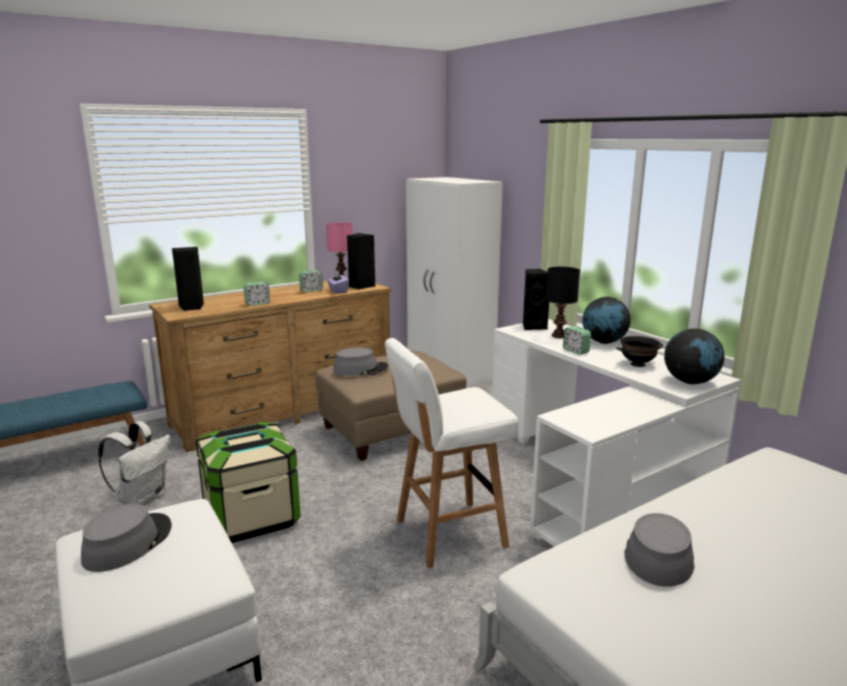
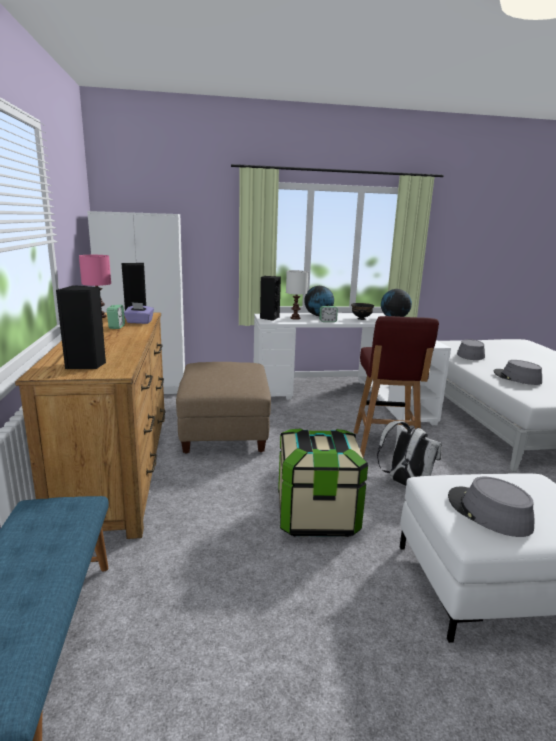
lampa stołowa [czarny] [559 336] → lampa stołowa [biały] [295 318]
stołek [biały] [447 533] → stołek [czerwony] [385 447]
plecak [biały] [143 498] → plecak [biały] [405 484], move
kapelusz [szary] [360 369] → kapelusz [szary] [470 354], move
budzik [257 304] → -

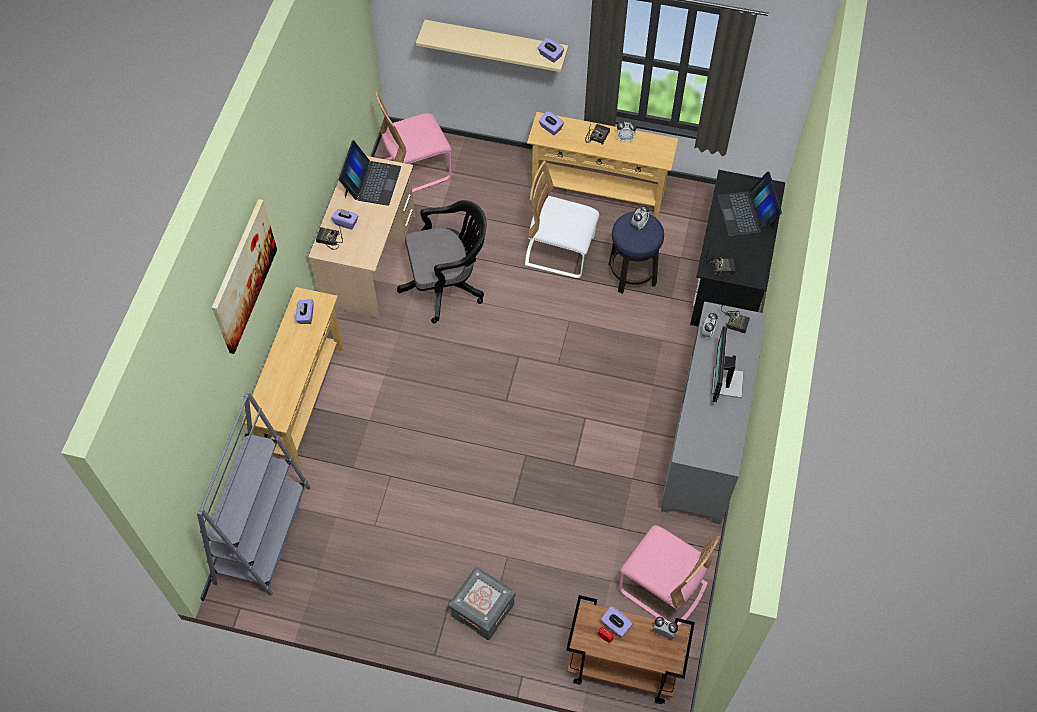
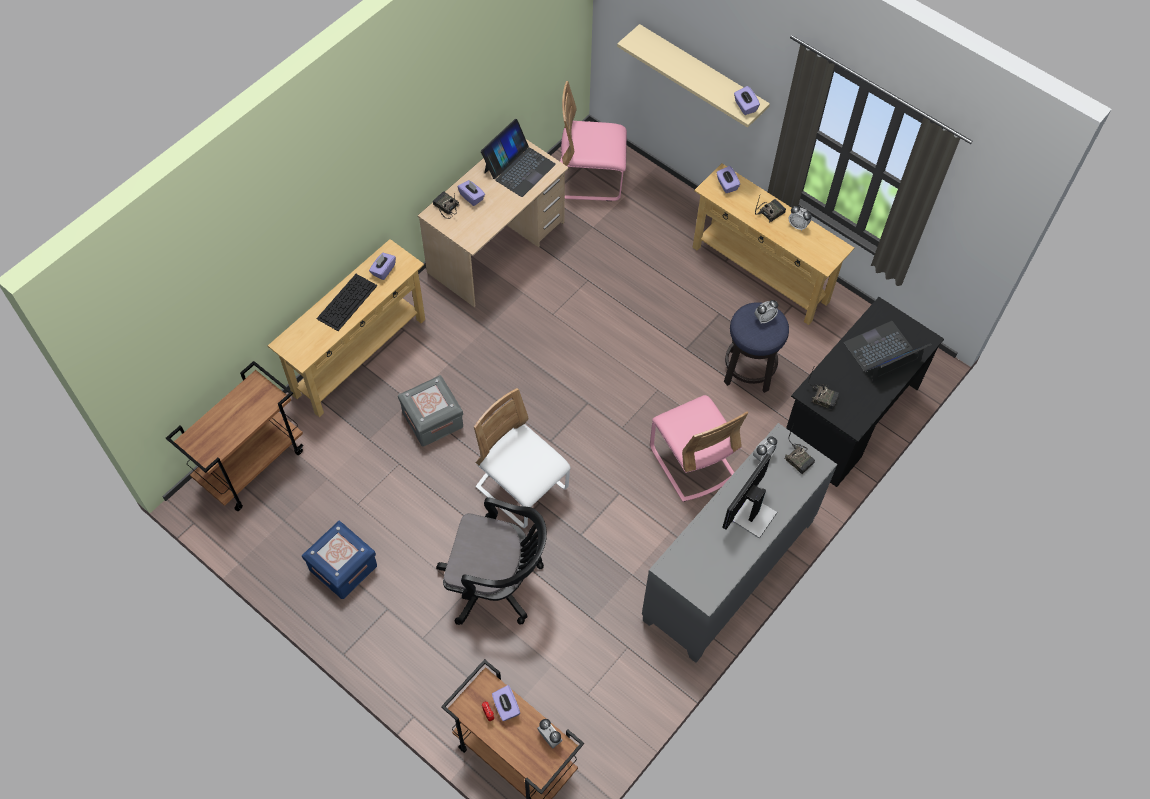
regał [szary] [263 534] → wózek [brązowy] [252 464]
- → pojemnik do przechowywania [niebieski] [343 567]
- → klawiatura [347 301]
pojemnik do przechowywania [szary] [482 609] → pojemnik do przechowywania [szary] [432 420], move
krzesło biurowe [czarny] [447 285] → krzesło biurowe [czarny] [496 583], move
krzesło [biały] [560 252] → krzesło [biały] [522 488], move
krzesło [różowy] [662 587] → krzesło [różowy] [692 462], move
laptop [746 212] → laptop [883 352], 45 degrees clockwise
obraz [243 276] → -

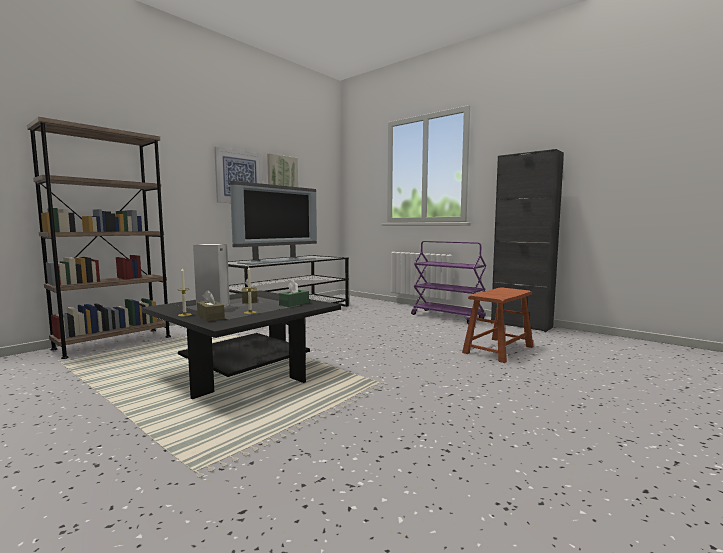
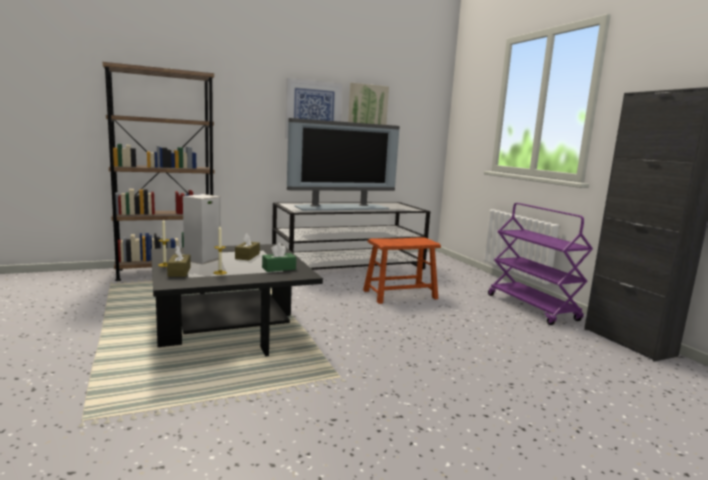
stołek [brązowy] [498 350] → stołek [brązowy] [400 294], move

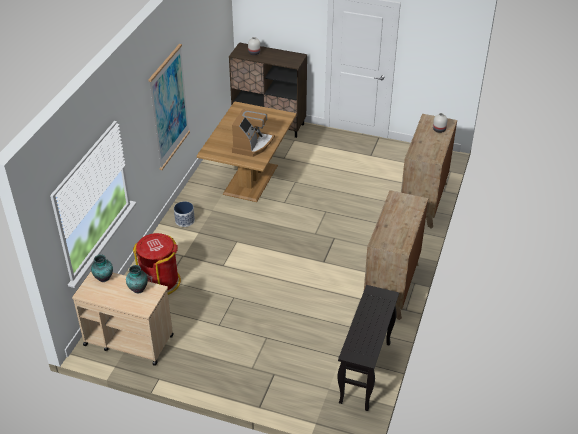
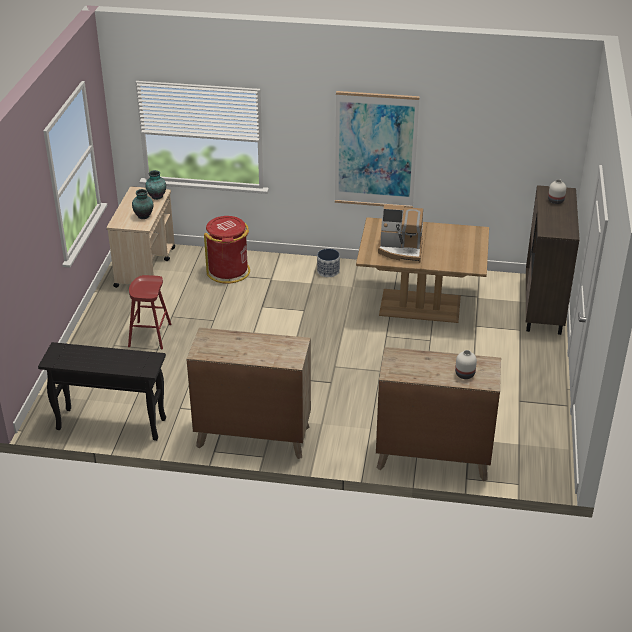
- → stołek [czerwony] [150 335]

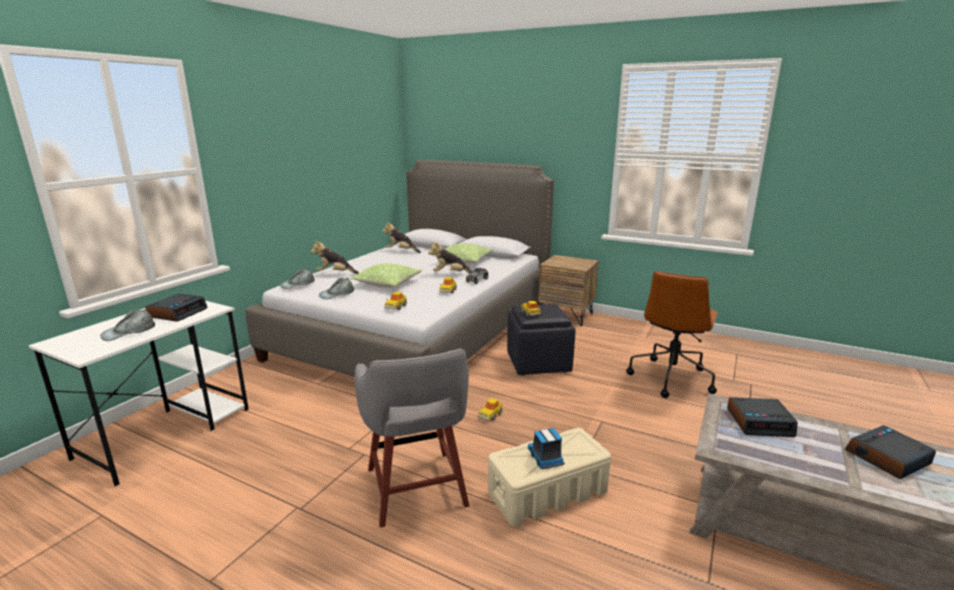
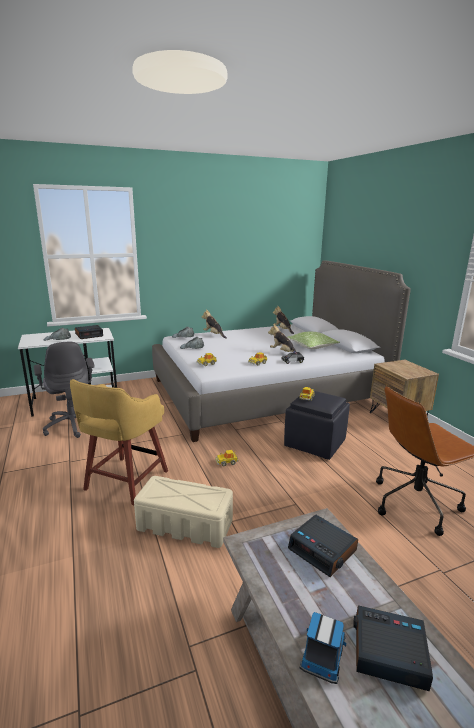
- → krzesło biurowe [szary] [73 425]
stołek [szary] [416 490] → stołek [żółty] [125 481]
ciężarówka zabawkowa [545 458] → ciężarówka zabawkowa [322 656], move
poduszka [387 283] → -

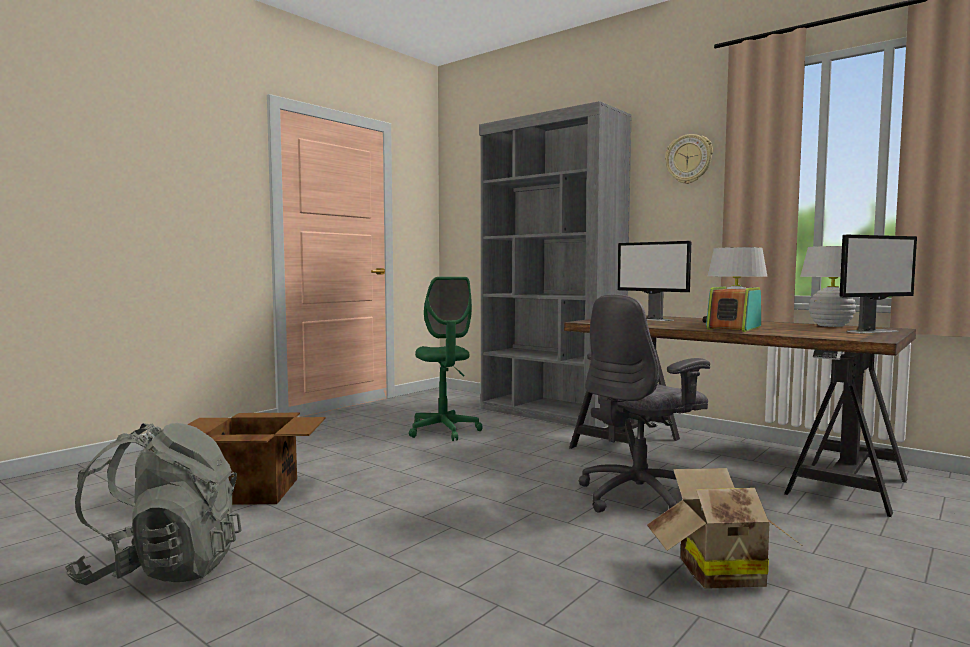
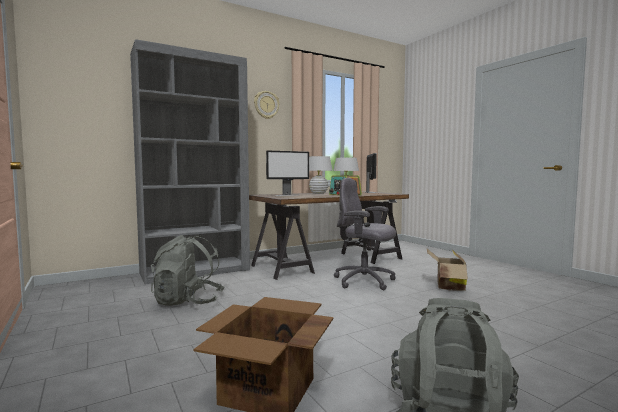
krzesło biurowe [zielony] [444 431] → plecak [szary] [188 302]
krzesło biurowe [szary] [640 497] → krzesło biurowe [szary] [364 281], 135 degrees clockwise

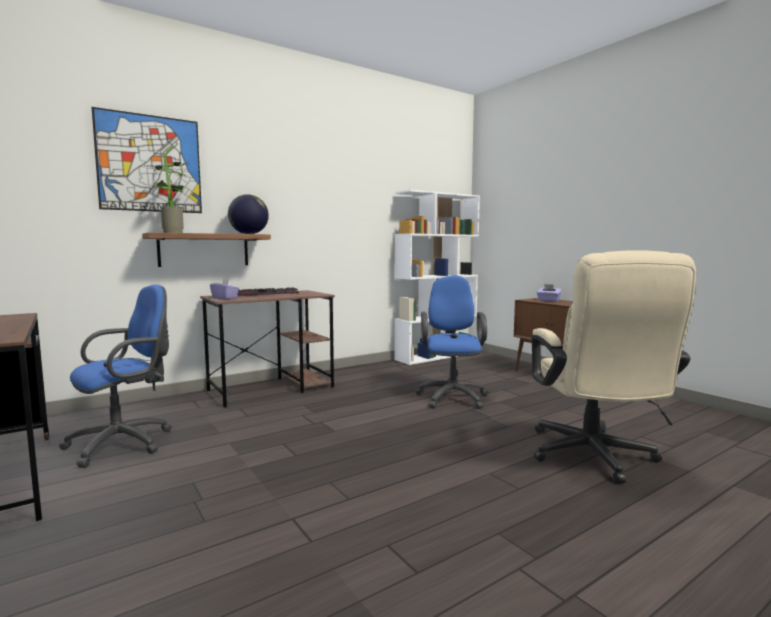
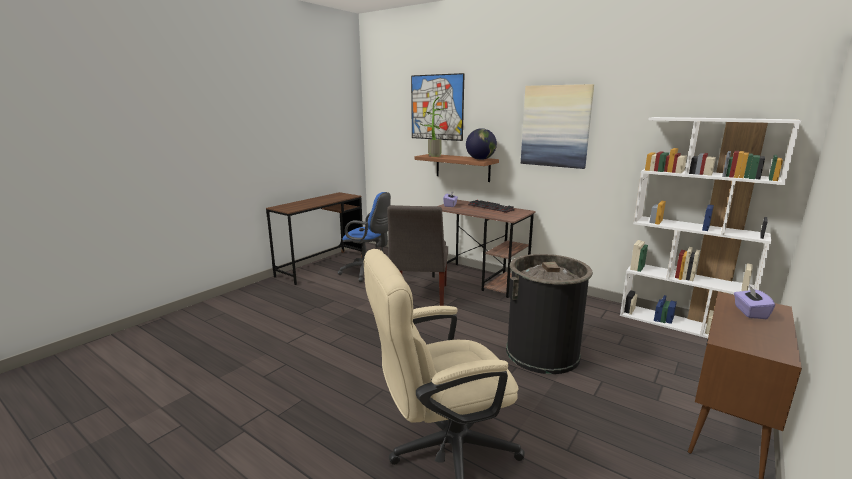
- → krzesło [szary] [418 297]
krzesło biurowe [niebieski] [452 396] → kosz na śmieci [czarny] [542 353]
- → obraz [555 126]

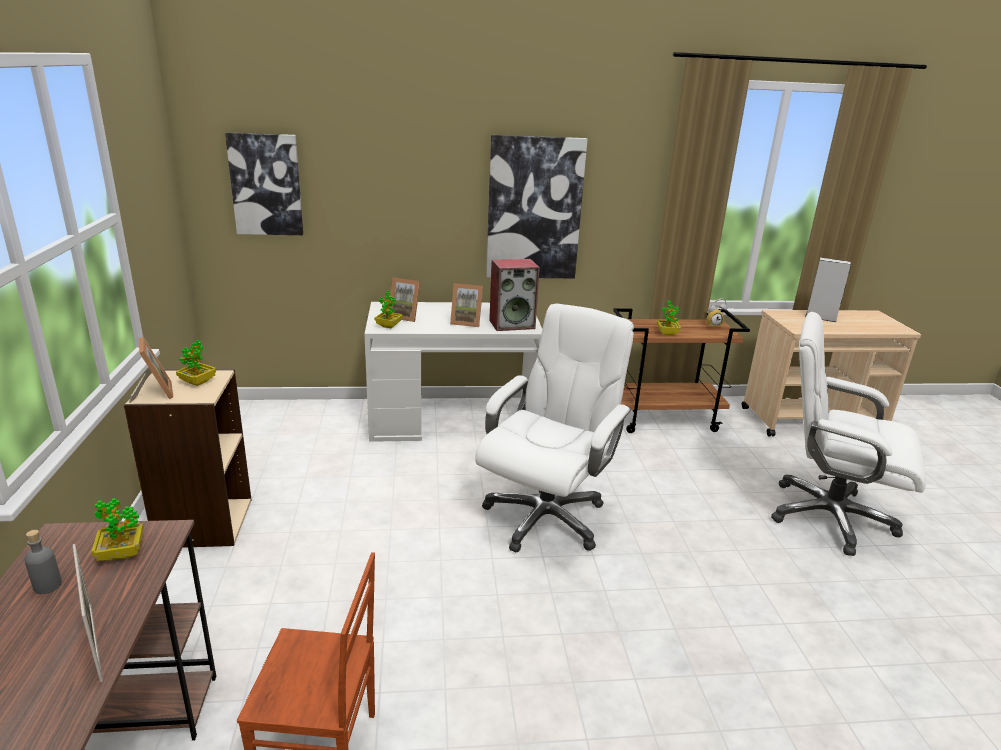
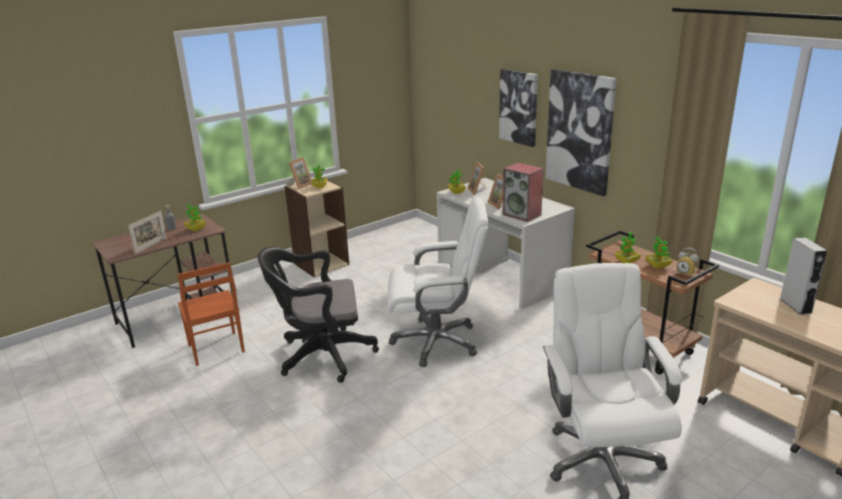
- → krzesło biurowe [czarny] [321 356]
obraz [266 185] → obraz [519 107], move
- → roślina doniczkowa [657 266]

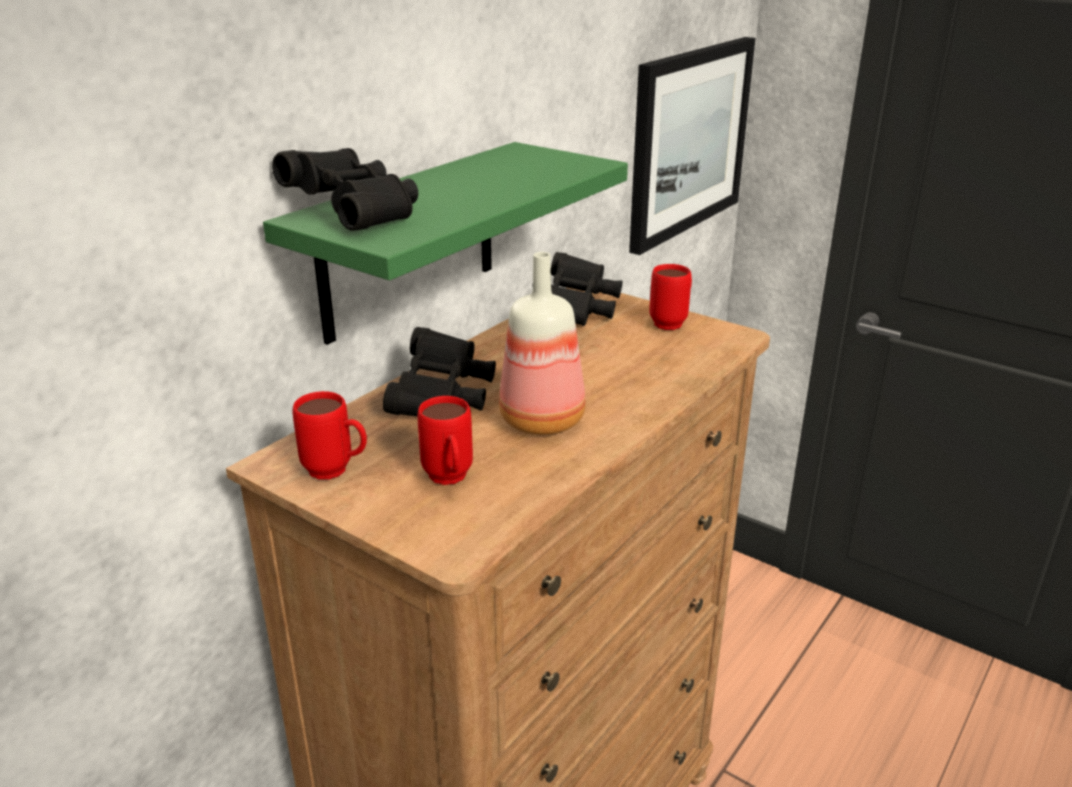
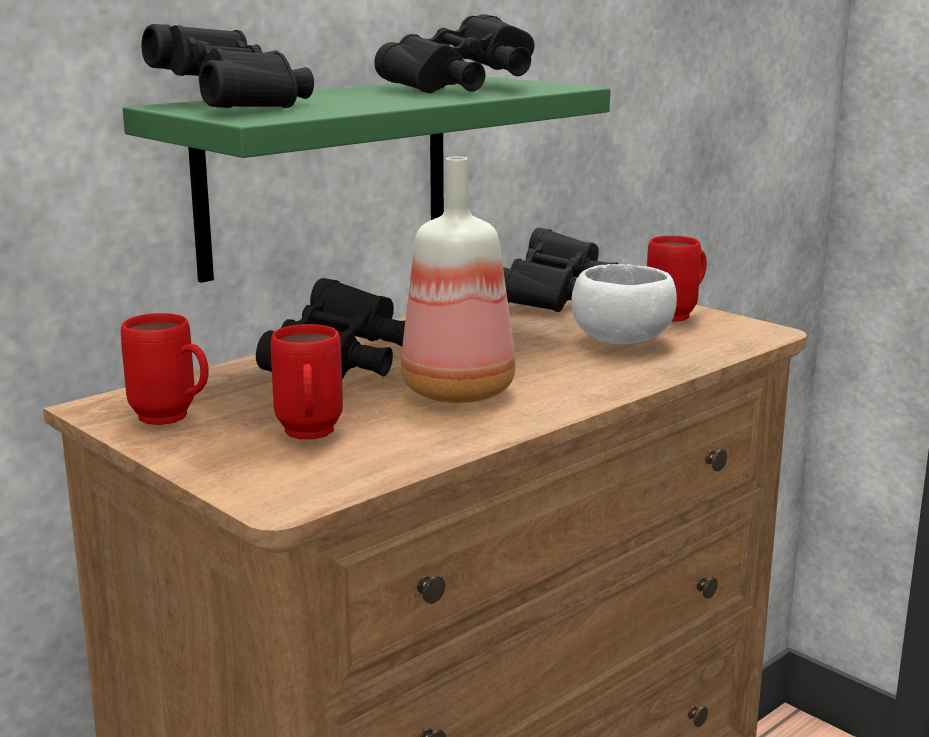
- → lornetka [czarny] [462 88]
- → miska [biały] [624 341]
obraz [689 140] → -

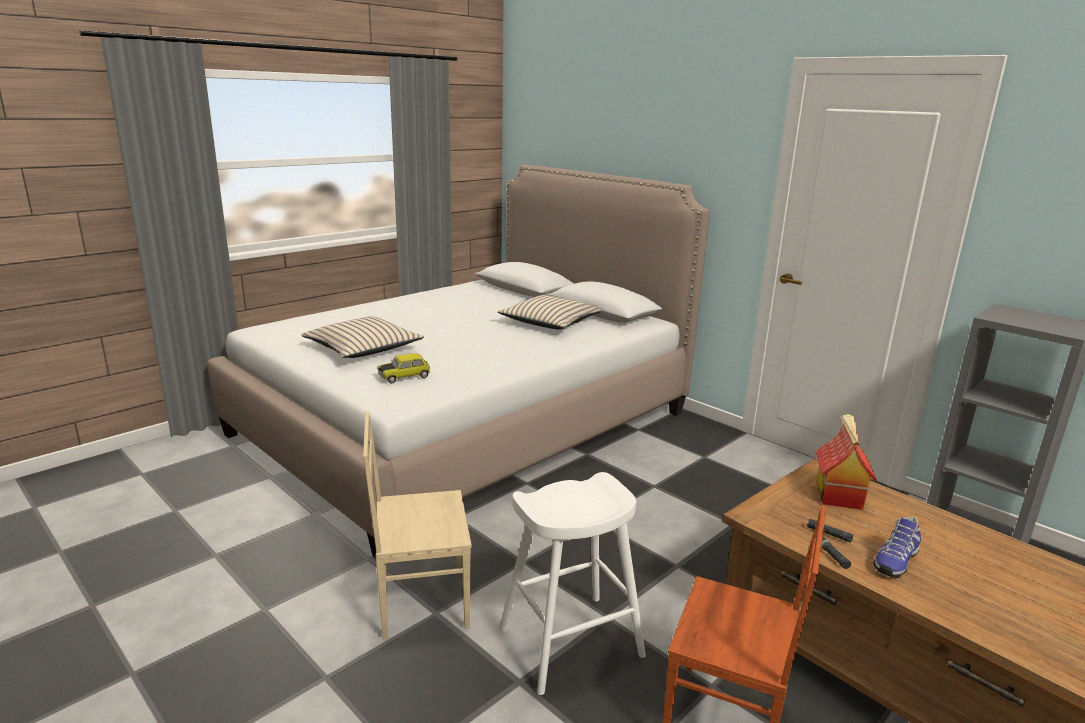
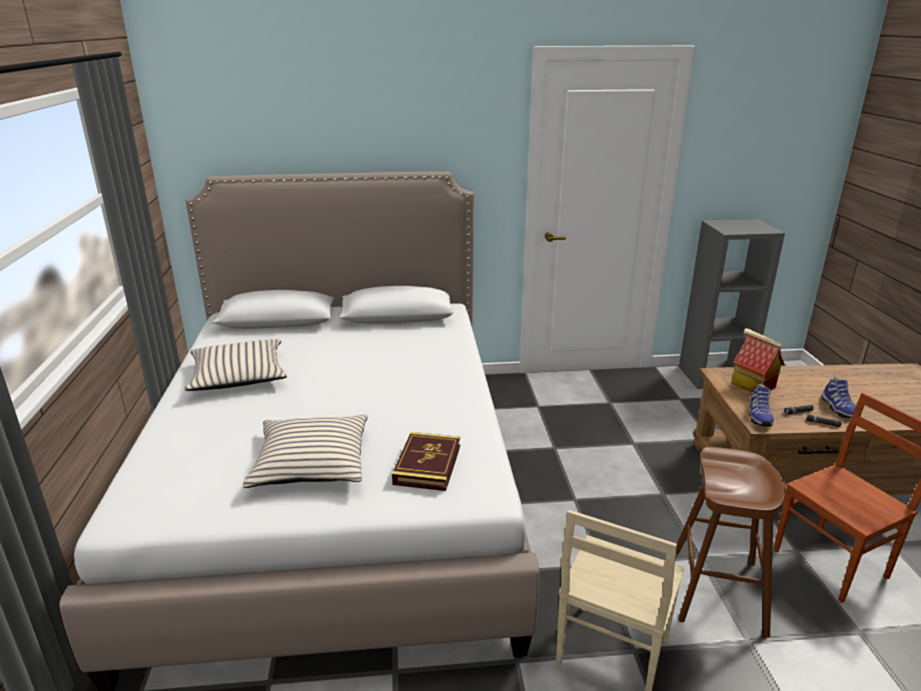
poduszka [beżowy] [550 322] → poduszka [beżowy] [238 375], move
samochodzik [404 376] → książka [427 465]
stołek [biały] [571 642] → stołek [brązowy] [718 590]
- → but [758 416]

